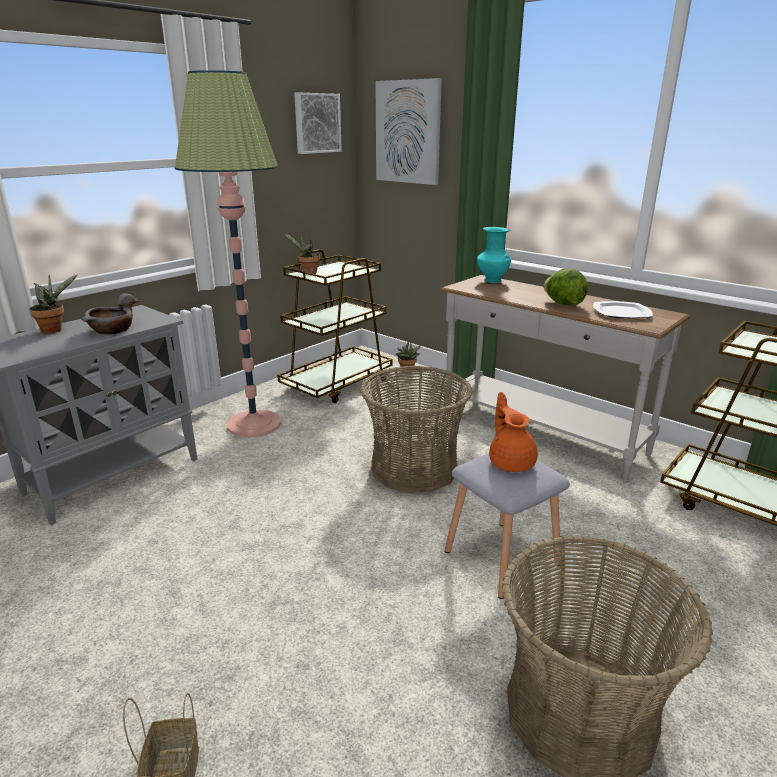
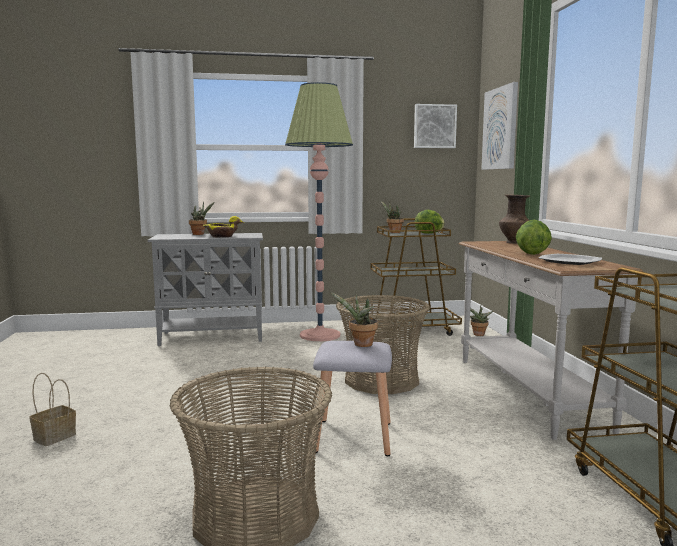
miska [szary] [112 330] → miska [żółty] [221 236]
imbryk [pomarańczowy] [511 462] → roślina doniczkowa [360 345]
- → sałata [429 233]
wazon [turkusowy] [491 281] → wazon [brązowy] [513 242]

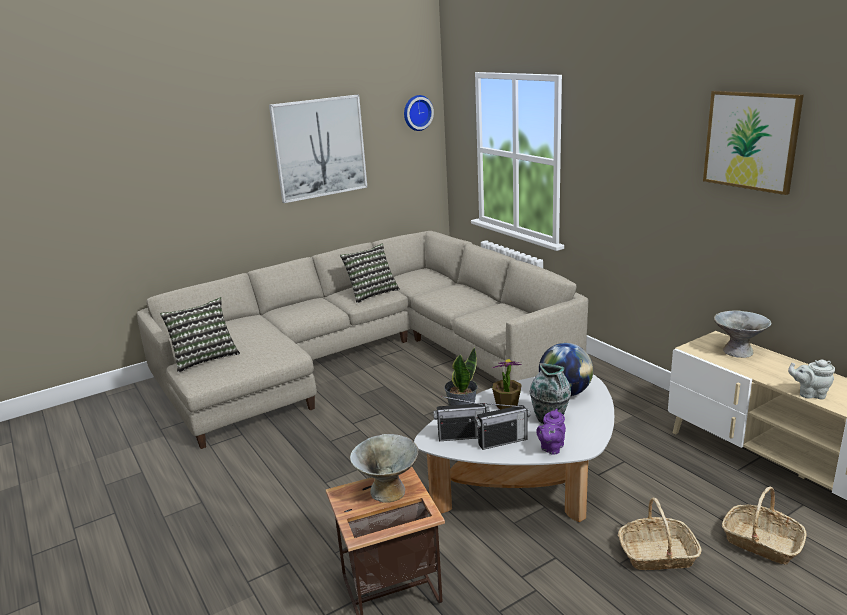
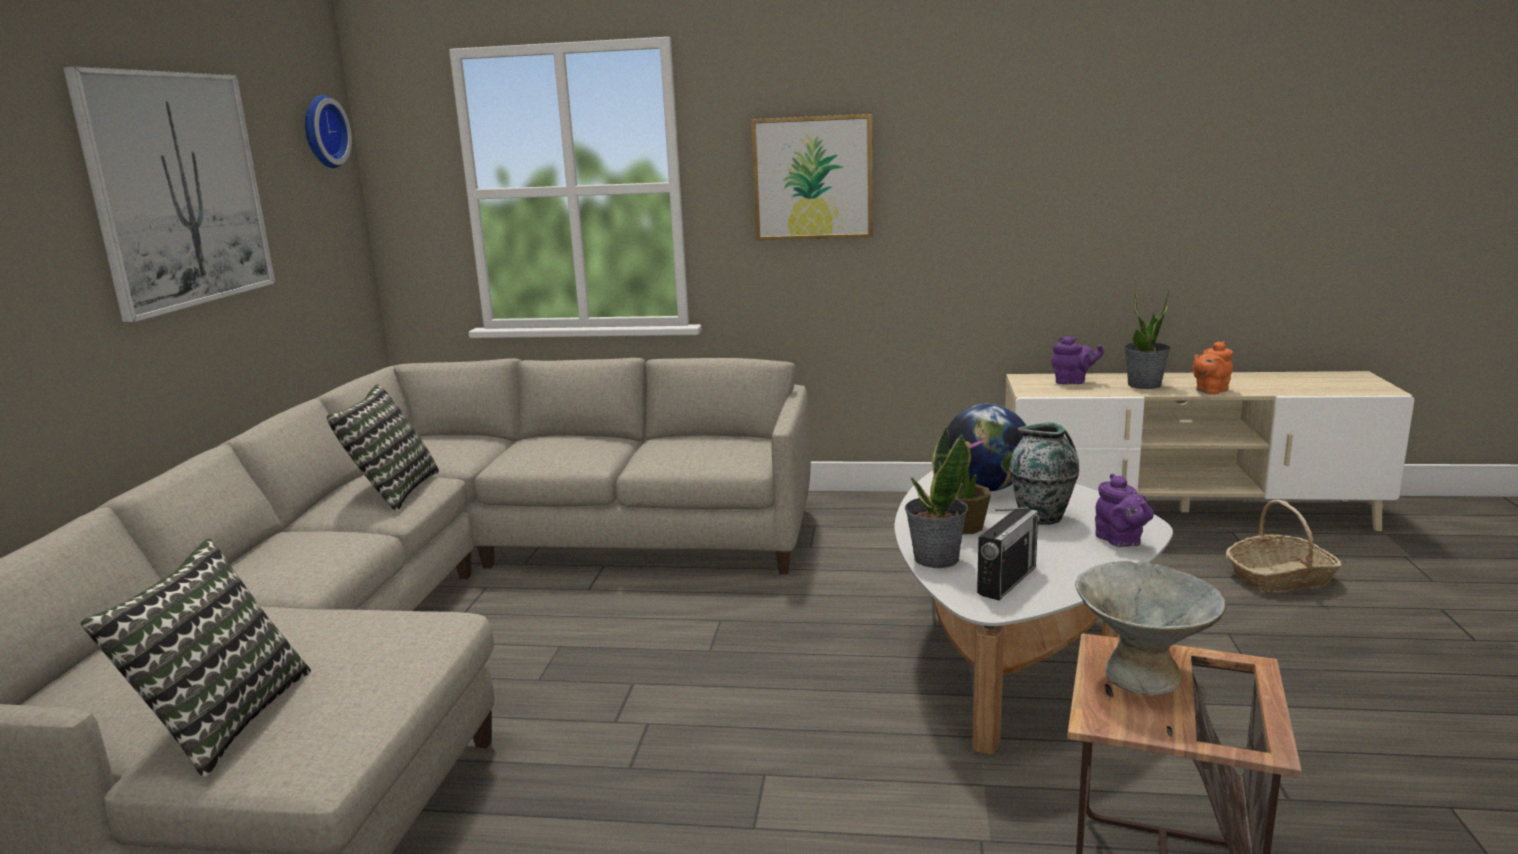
obraz [751 140] → obraz [813 178], move
miska [szary] [737 352] → imbryk [fioletowy] [1073 382]
- → roślina doniczkowa [1144 385]
imbryk [szary] [809 394] → imbryk [pomarańczowy] [1210 391]
radio [502 441] → -
koszyk [657 555] → -

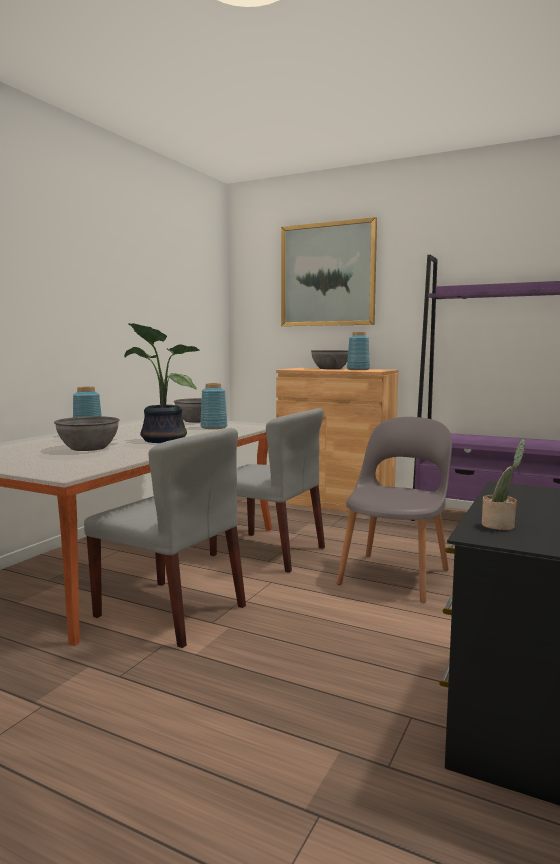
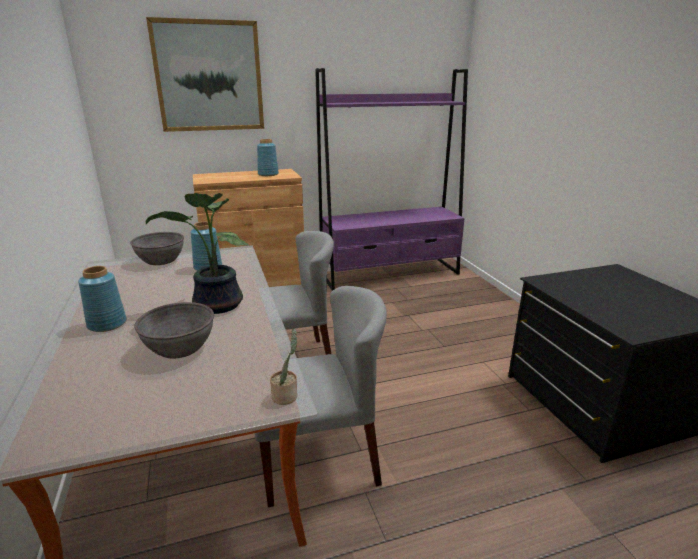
roślina doniczkowa [500 525] → roślina doniczkowa [286 396], move
miska [szary] [330 368] → -
krzesło [szary] [395 574] → -

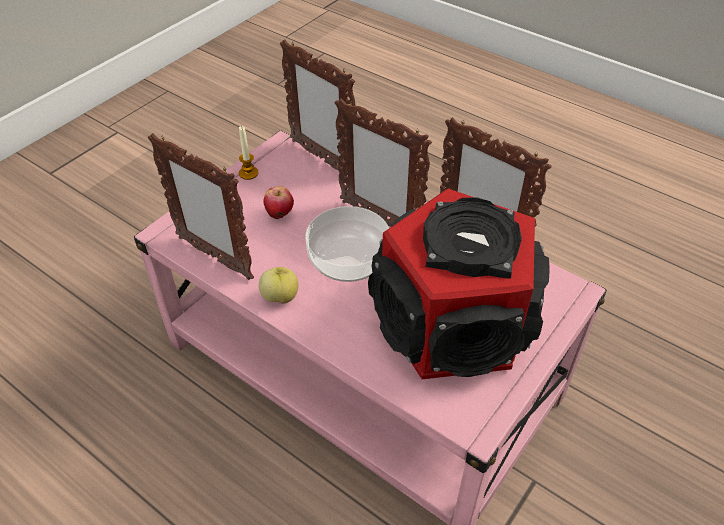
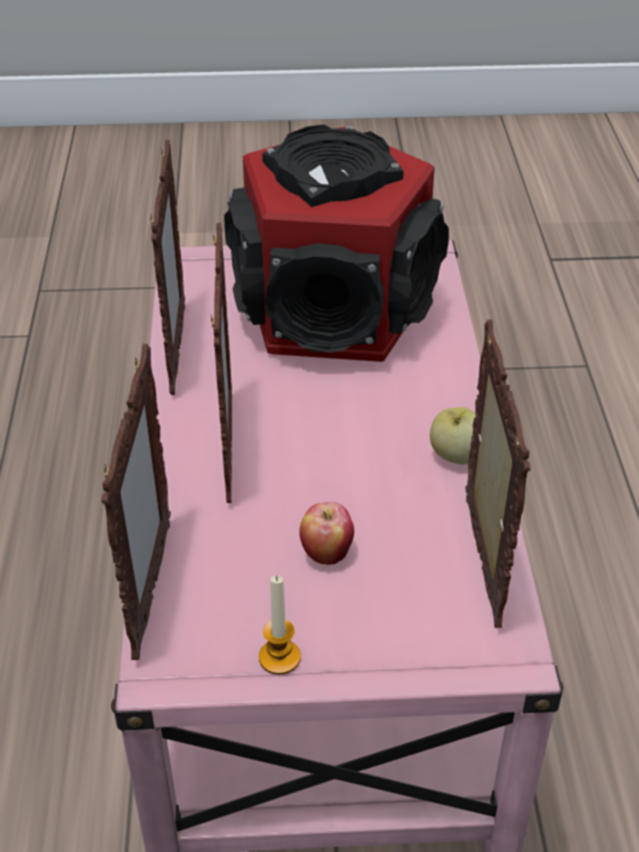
miska [348 259] → -

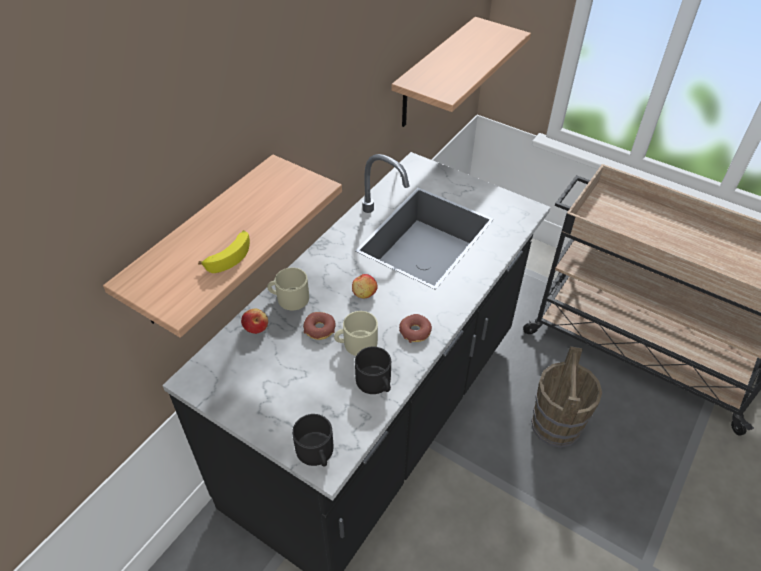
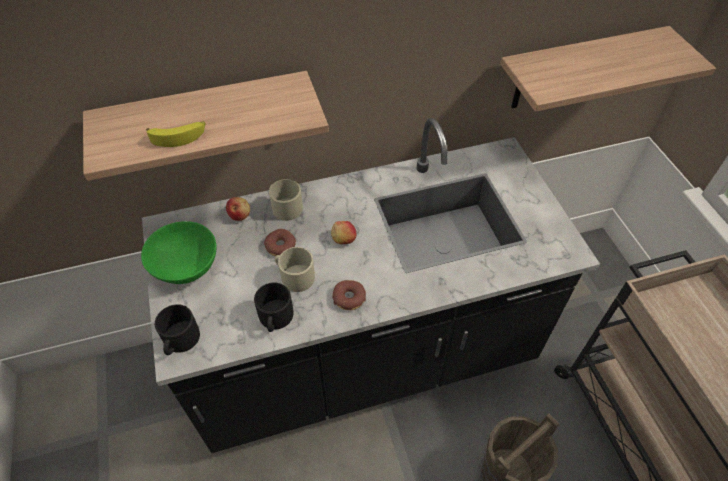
- → miska [zielony] [186 266]

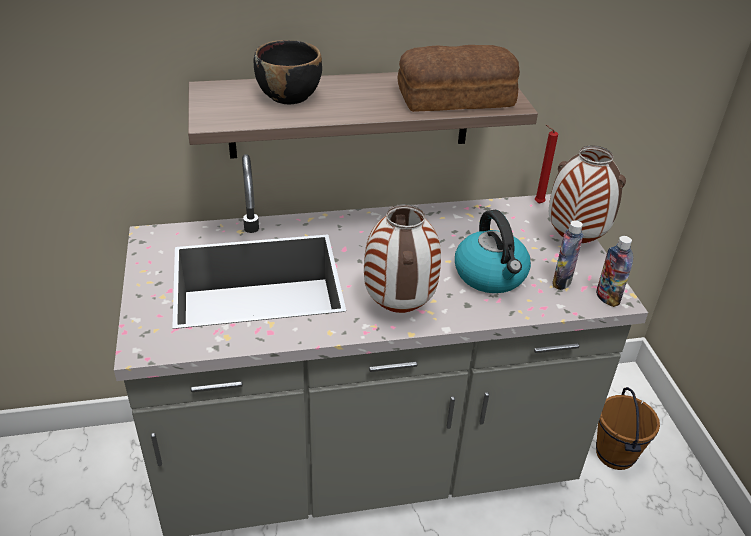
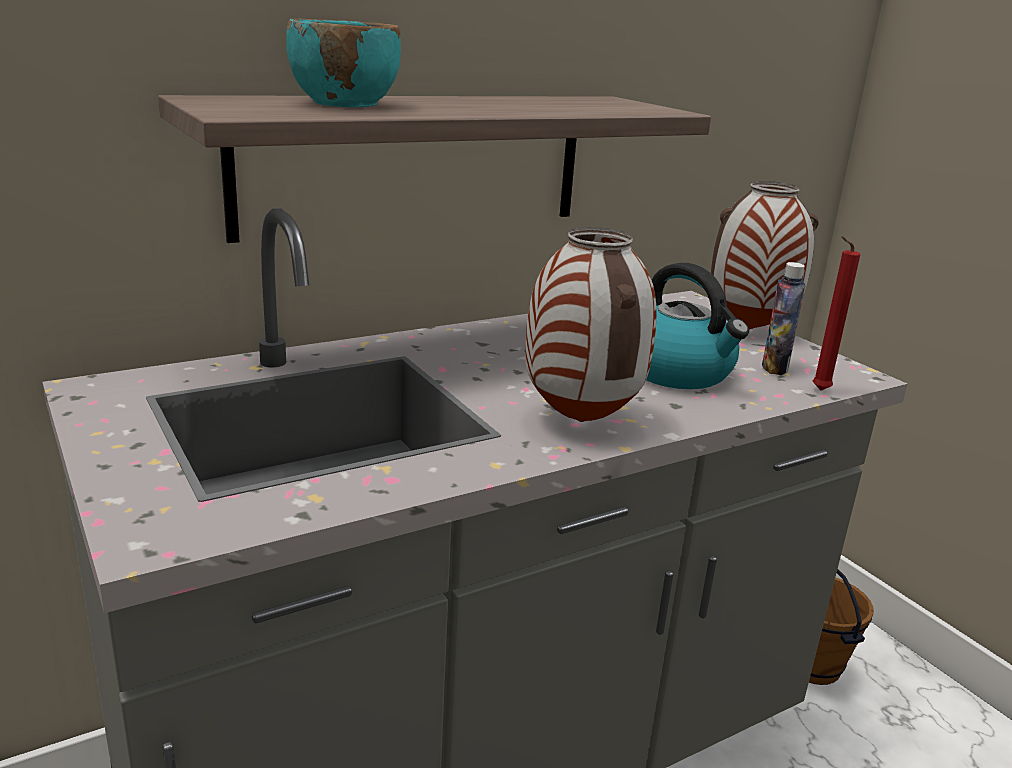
miska [czarny] [289 96] → miska [turkusowy] [345 103]
świeca [czerwony] [537 203] → świeca [czerwony] [817 390], move
chleb [457 98] → -
butelka [607 298] → -

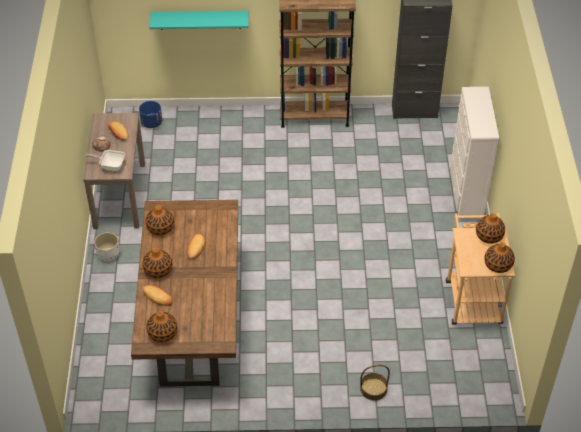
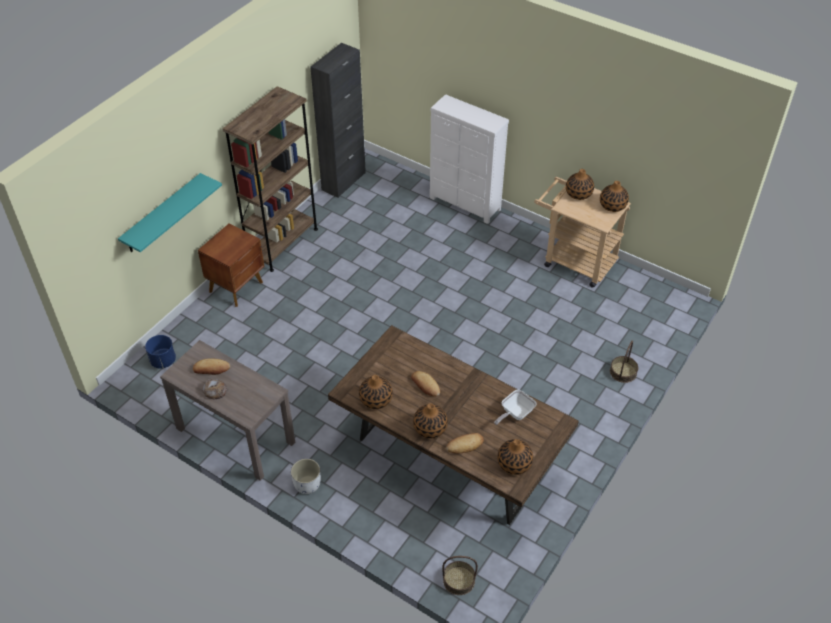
- → szafka nocna [brązowy] [237 287]
- → koszyk [459 580]
patelnia [110 166] → patelnia [515 414], move

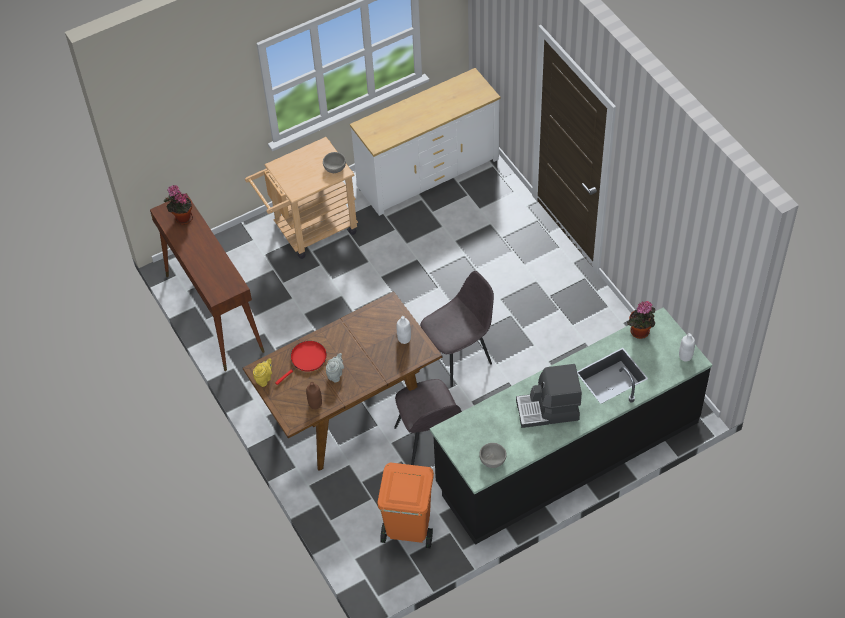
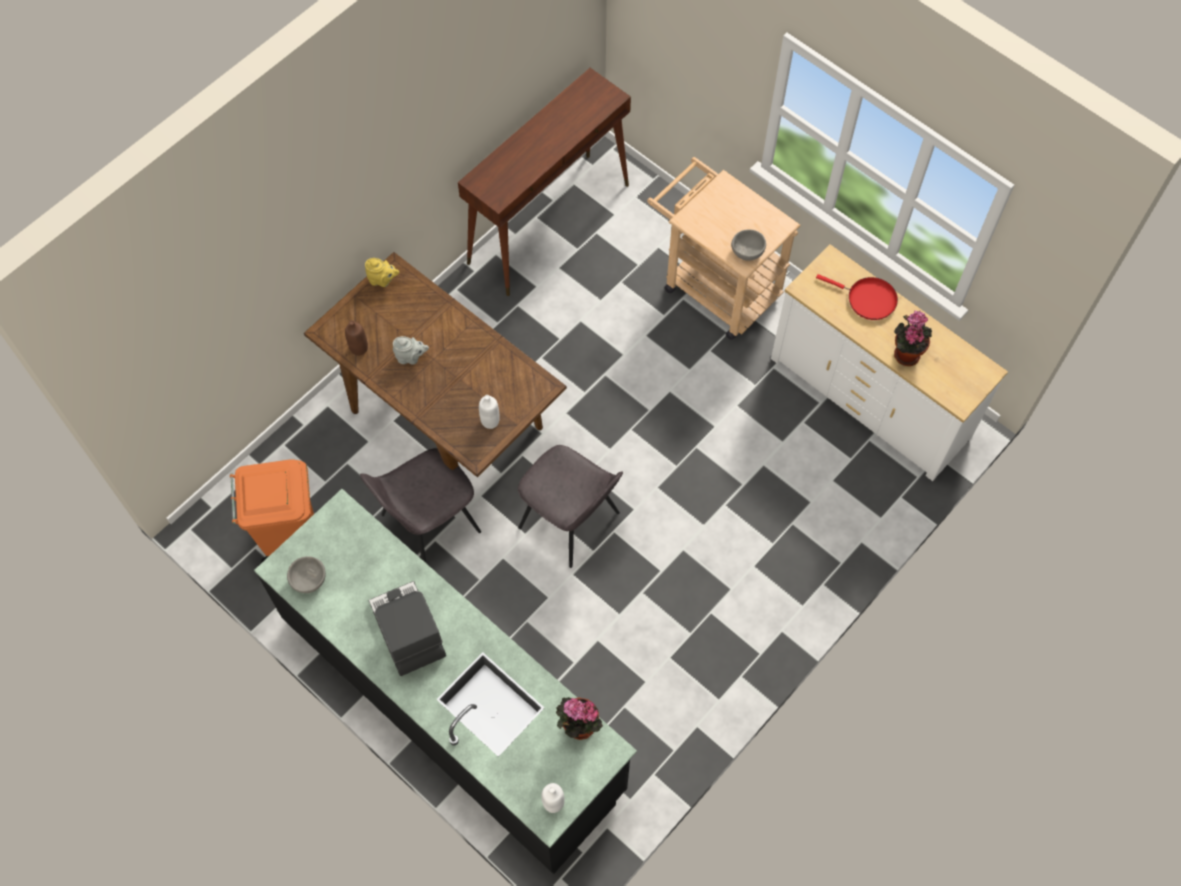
patelnia [czerwony] [307 360] → patelnia [czerwony] [868 299], move
roślina doniczkowa [182 218] → roślina doniczkowa [906 353], move

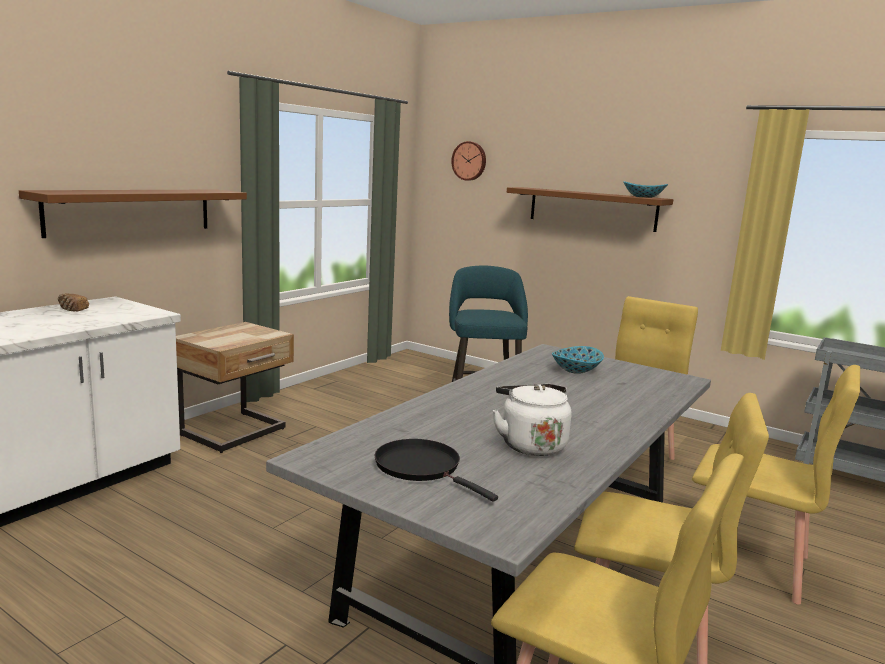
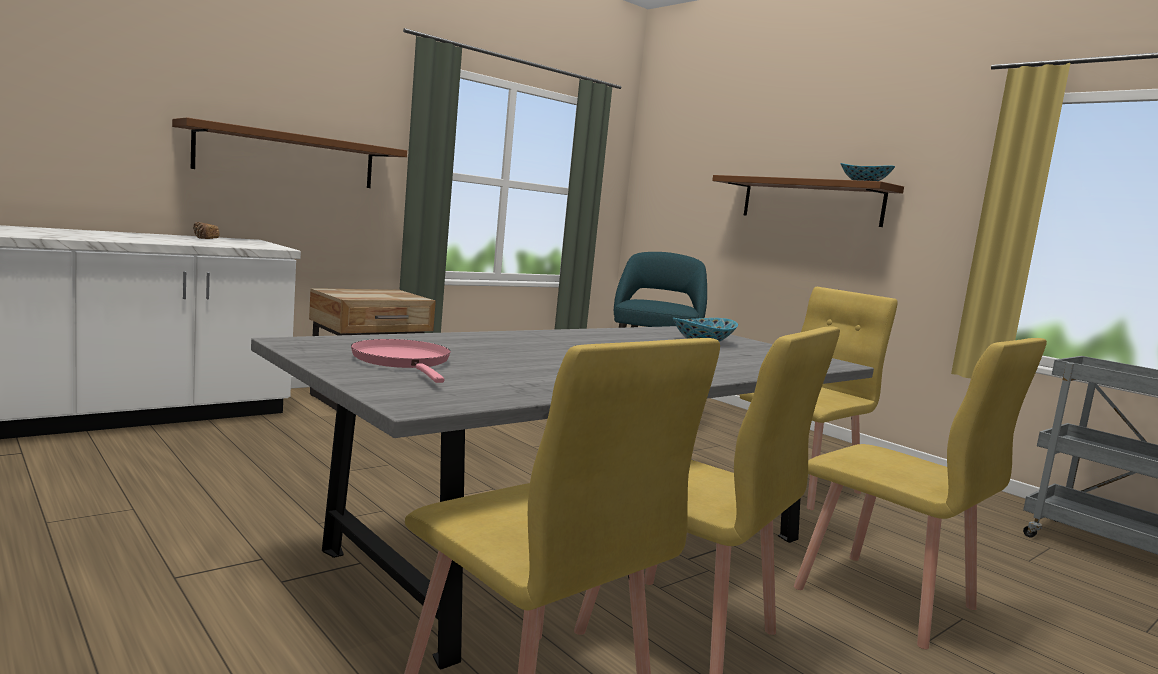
patelnia [czarny] [422 468] → patelnia [różowy] [403 361]
zegar ścienny [469 161] → -
czajnik [biały] [530 444] → -

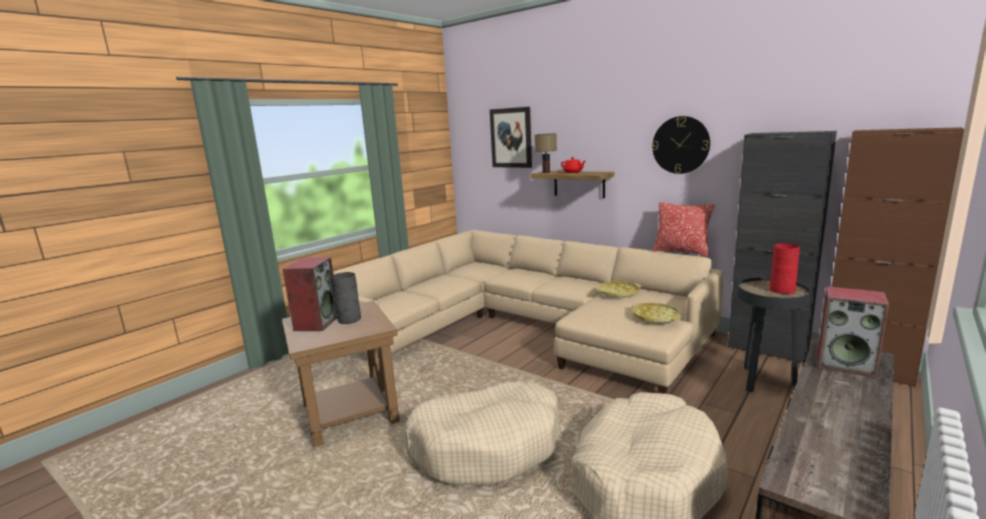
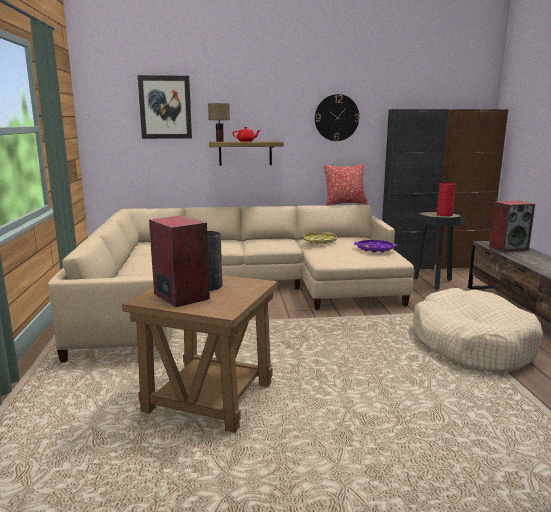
taca [żółty] [655 317] → taca [fioletowy] [375 249]
legowisko [beżowy] [487 446] → -

